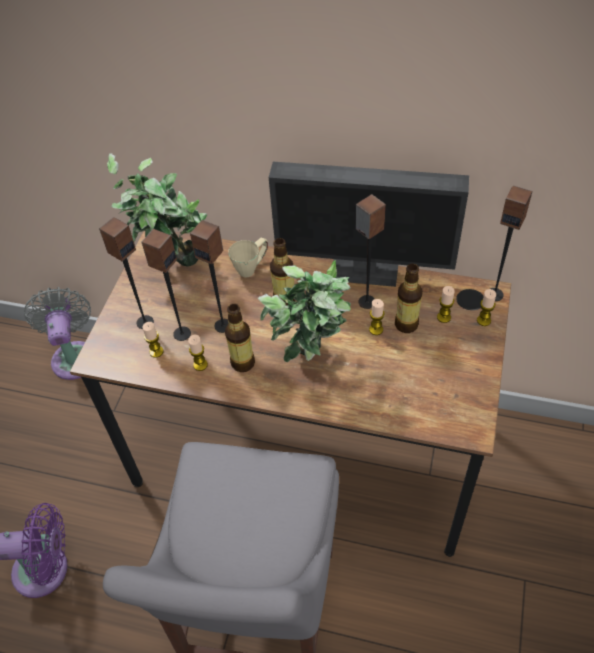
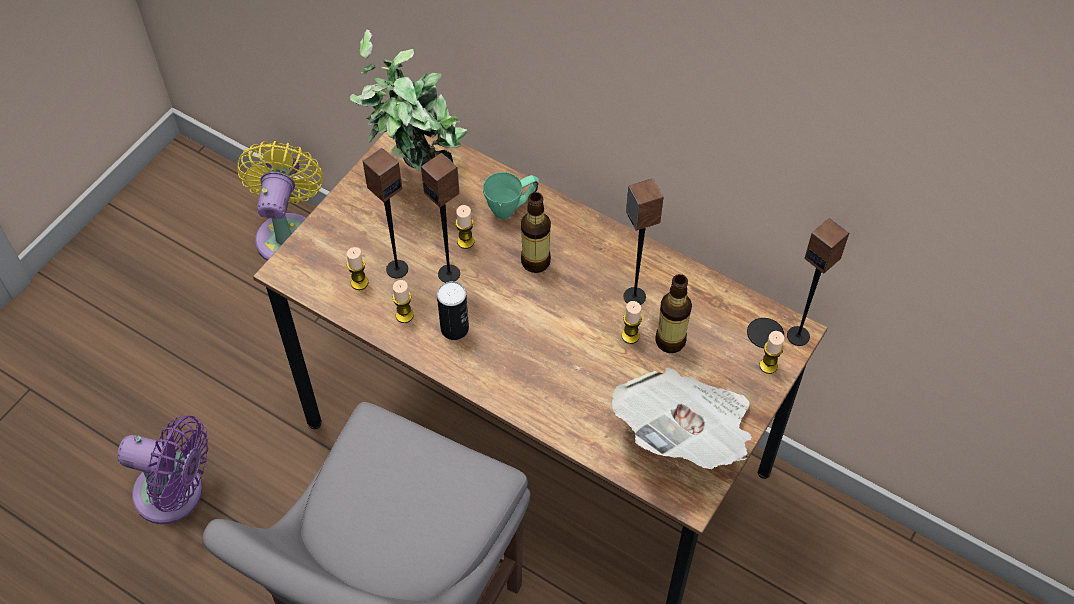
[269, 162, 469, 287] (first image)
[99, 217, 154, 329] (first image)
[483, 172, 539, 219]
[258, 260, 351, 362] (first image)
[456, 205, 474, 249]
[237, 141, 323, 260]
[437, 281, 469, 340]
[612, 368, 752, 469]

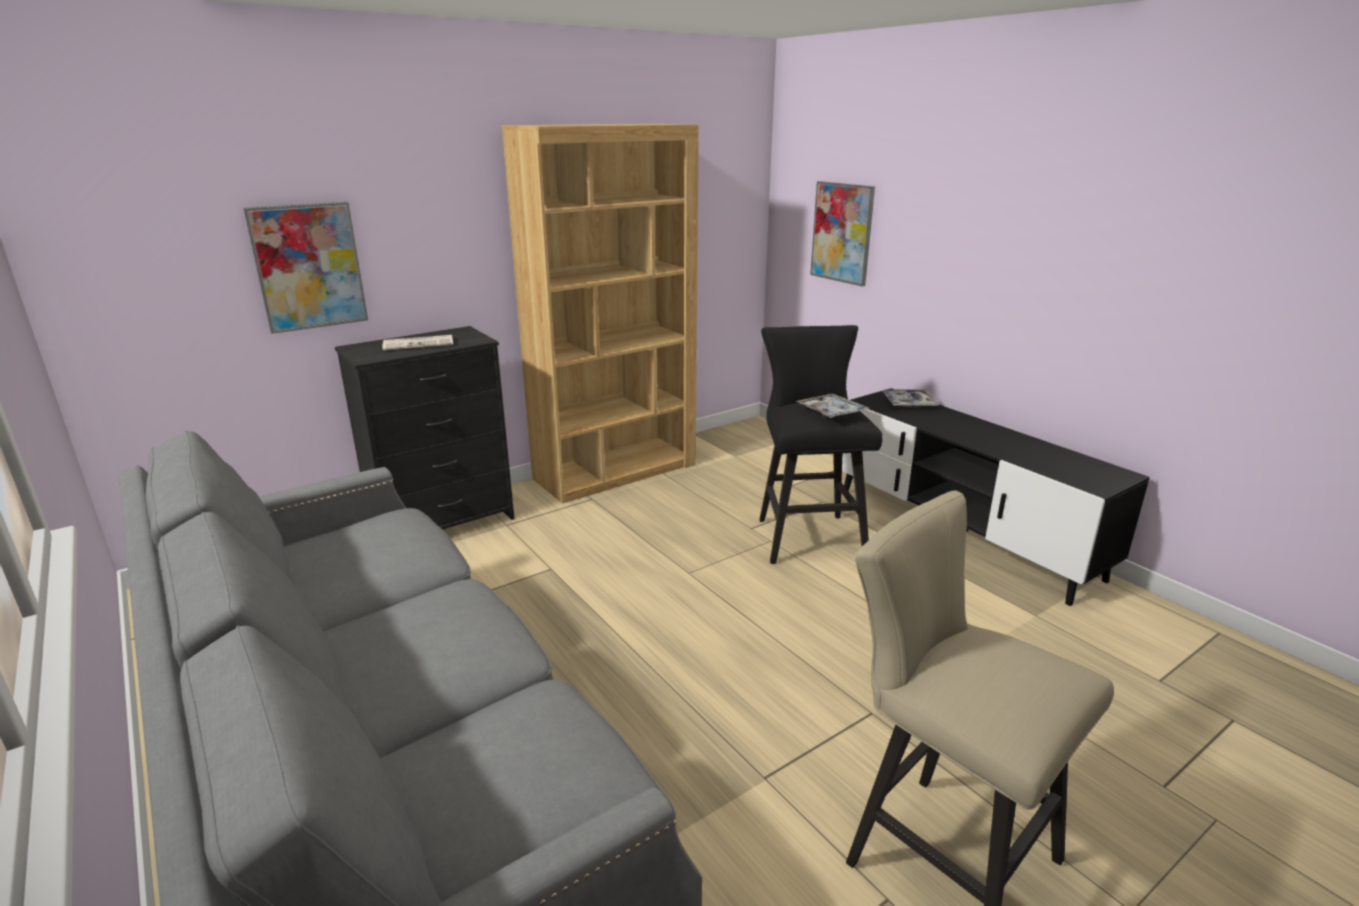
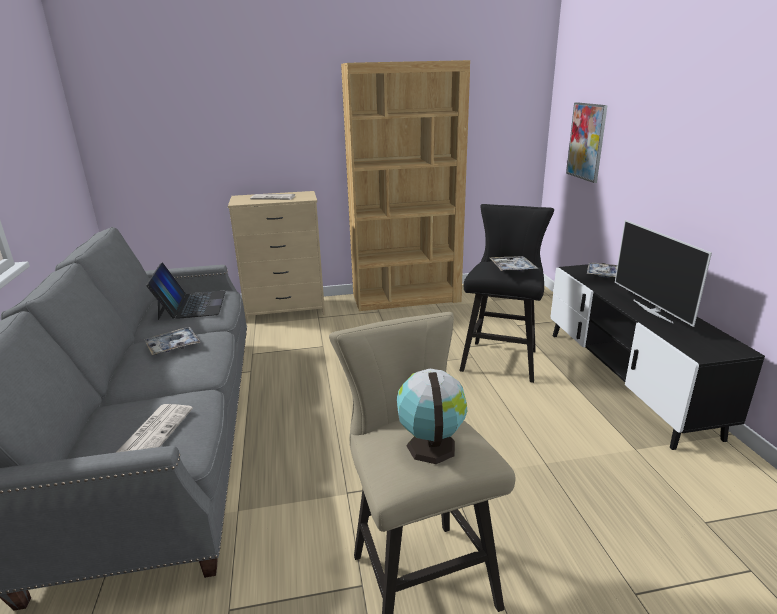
[244, 202, 368, 334] (first image)
[228, 191, 325, 323]
[615, 220, 712, 327]
[146, 263, 226, 320]
[144, 327, 200, 355]
[397, 369, 467, 464]
[116, 404, 193, 453]

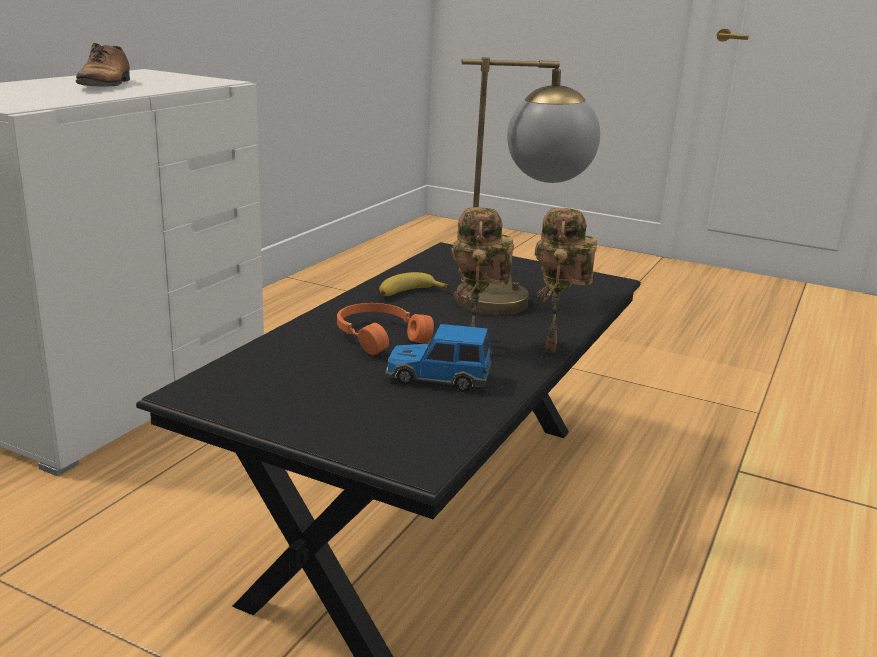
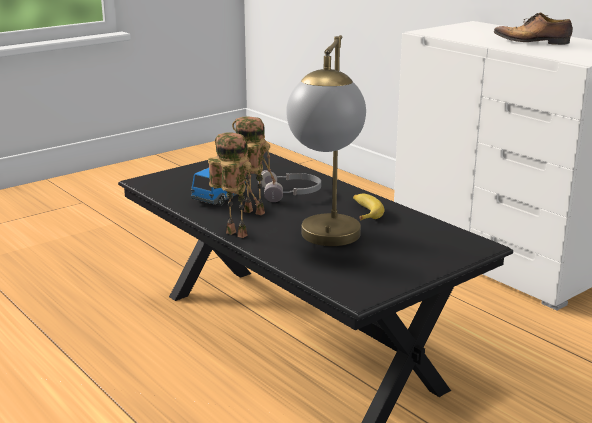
[258, 170, 321, 202]

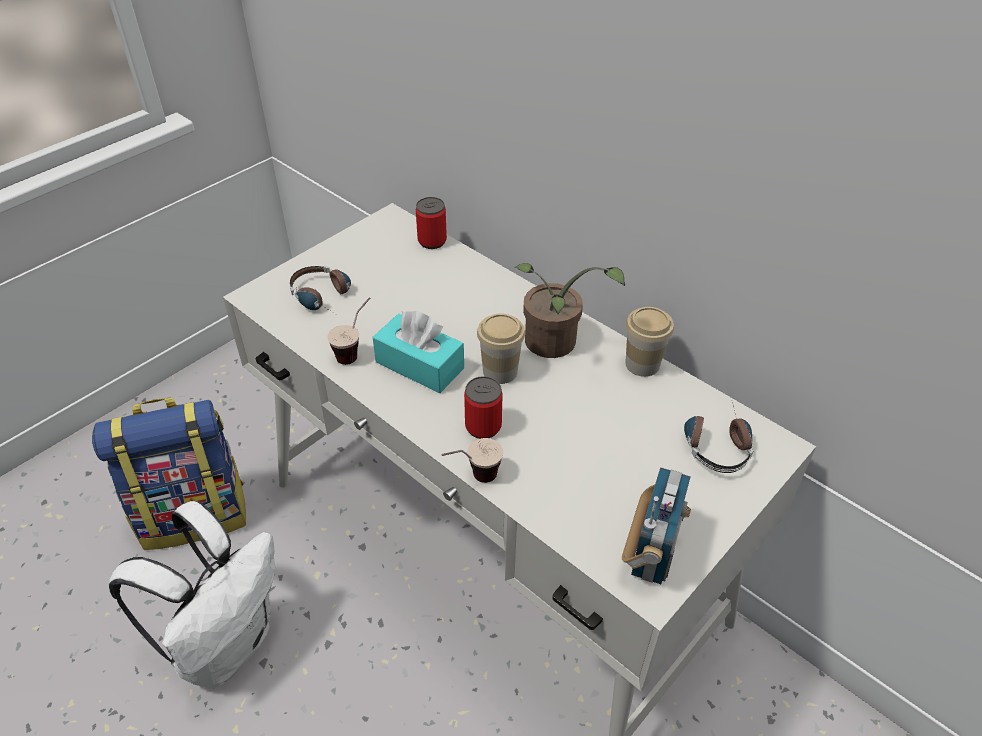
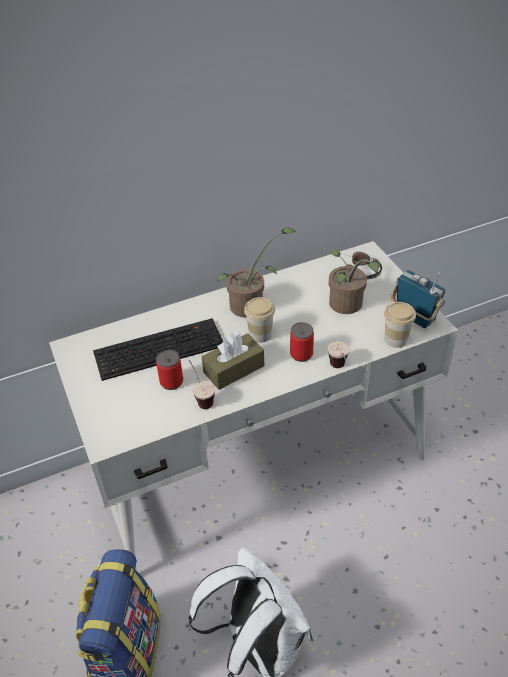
[156, 350, 183, 390]
[290, 266, 351, 316] (first image)
[384, 302, 416, 348]
[202, 333, 264, 390]
[329, 250, 379, 314]
[93, 318, 223, 381]

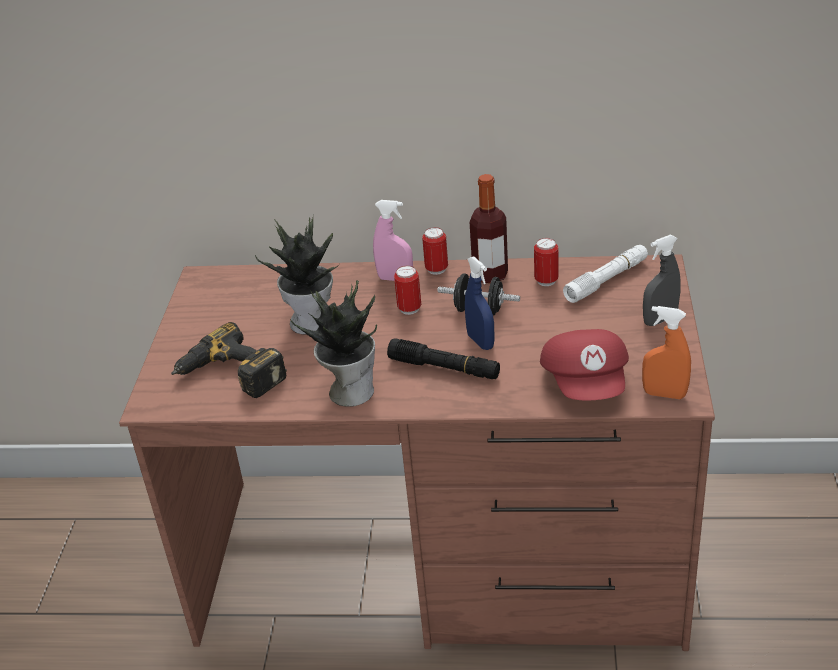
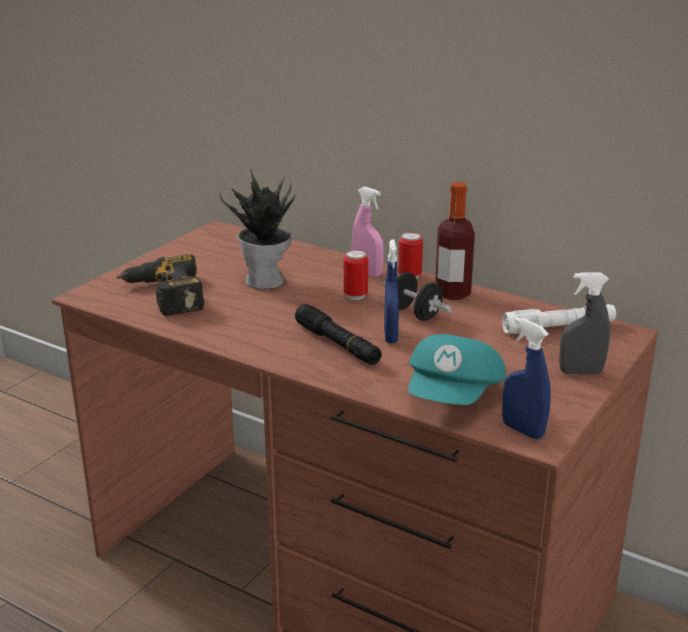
[534, 238, 559, 286] (first image)
[290, 280, 377, 407] (first image)
[502, 317, 551, 439]
[408, 334, 506, 405]

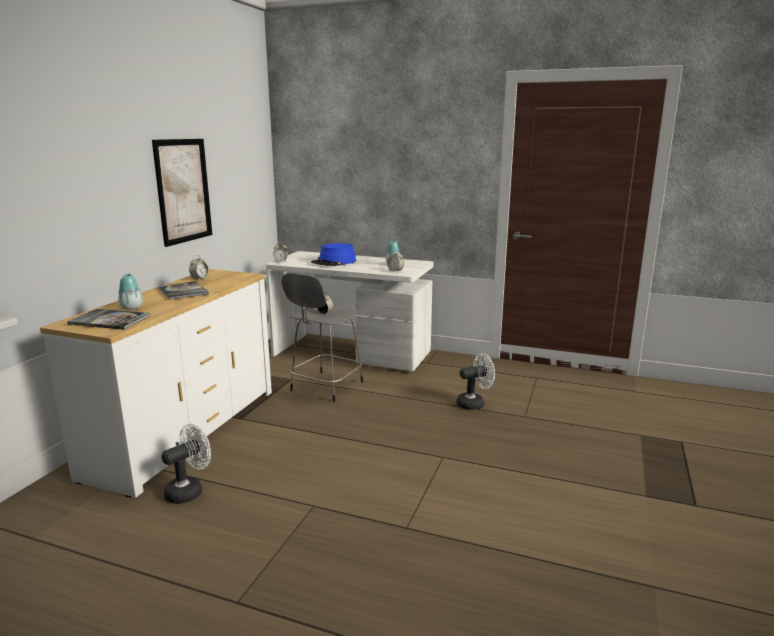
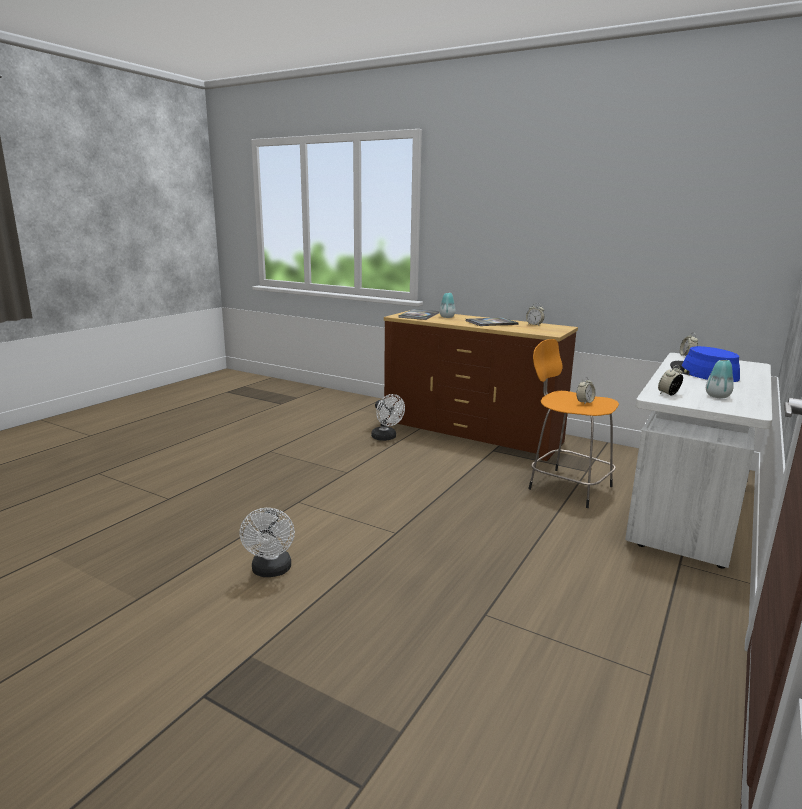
[152, 139, 212, 247] (first image)
[384, 310, 578, 461]
[528, 339, 619, 508]
[240, 508, 295, 577]

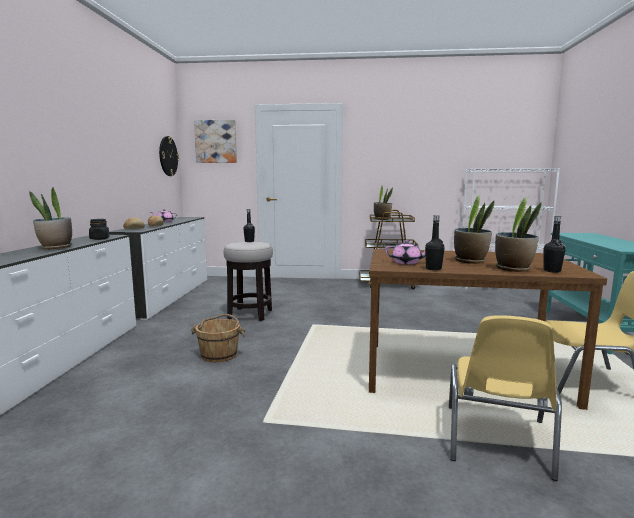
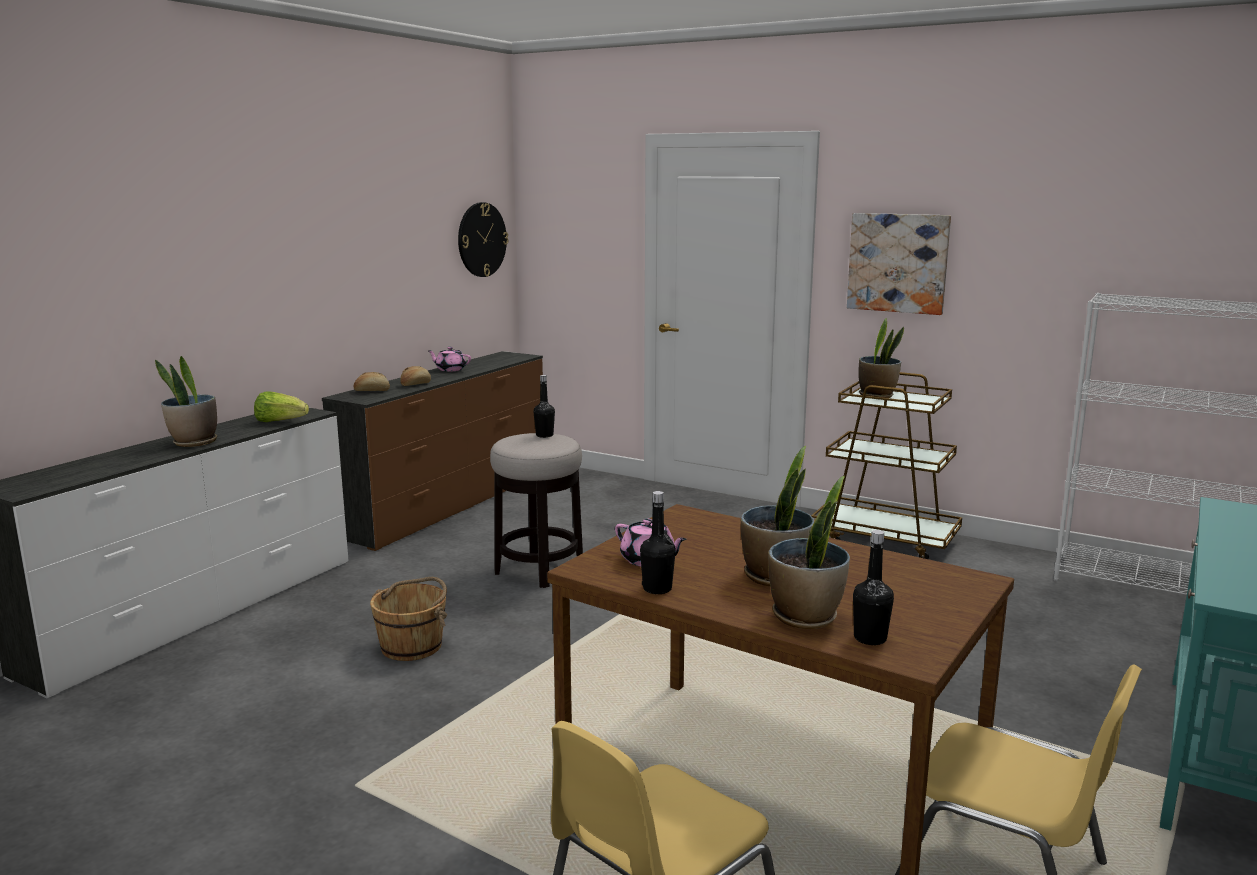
[847, 213, 951, 315]
[322, 351, 543, 551]
[254, 391, 309, 422]

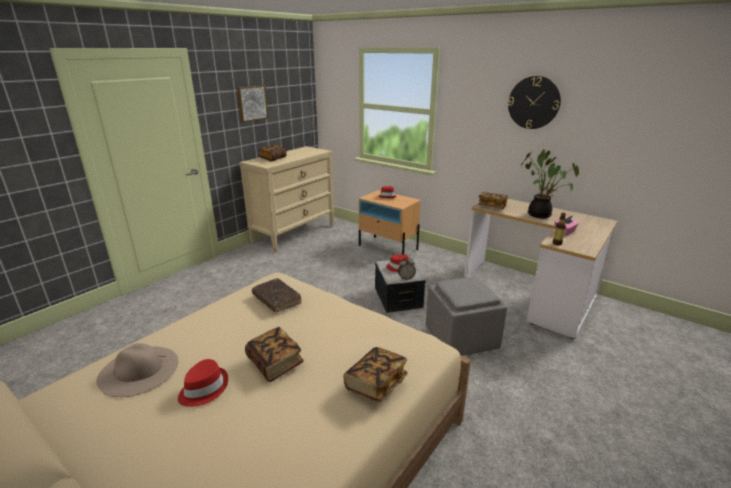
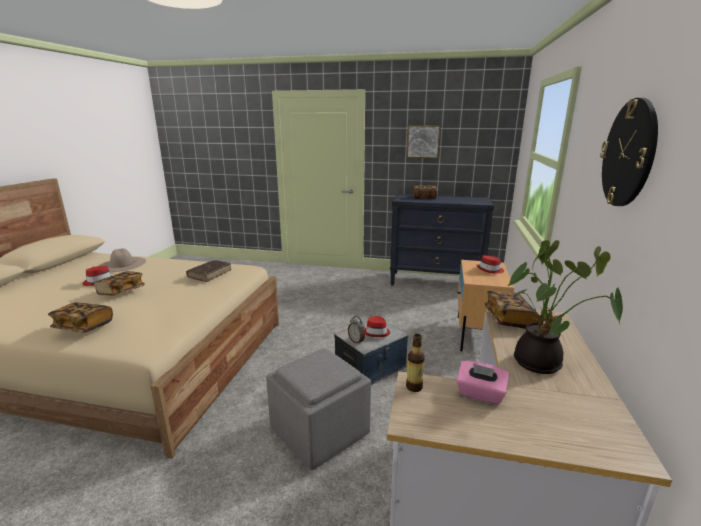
[390, 194, 494, 286]

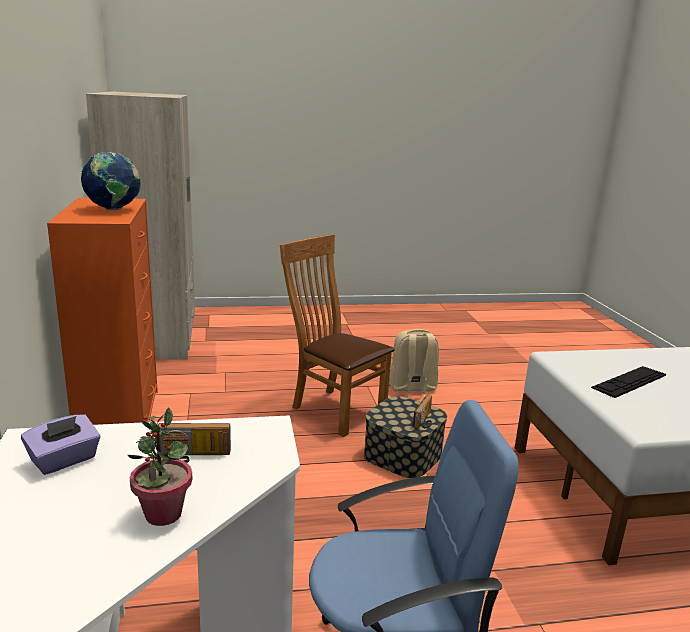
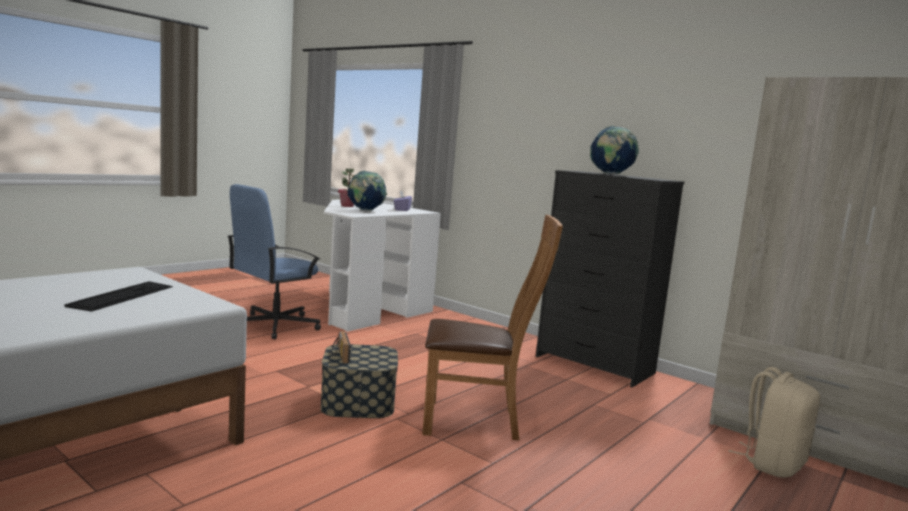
[536, 170, 684, 387]
[729, 367, 820, 477]
[347, 171, 387, 211]

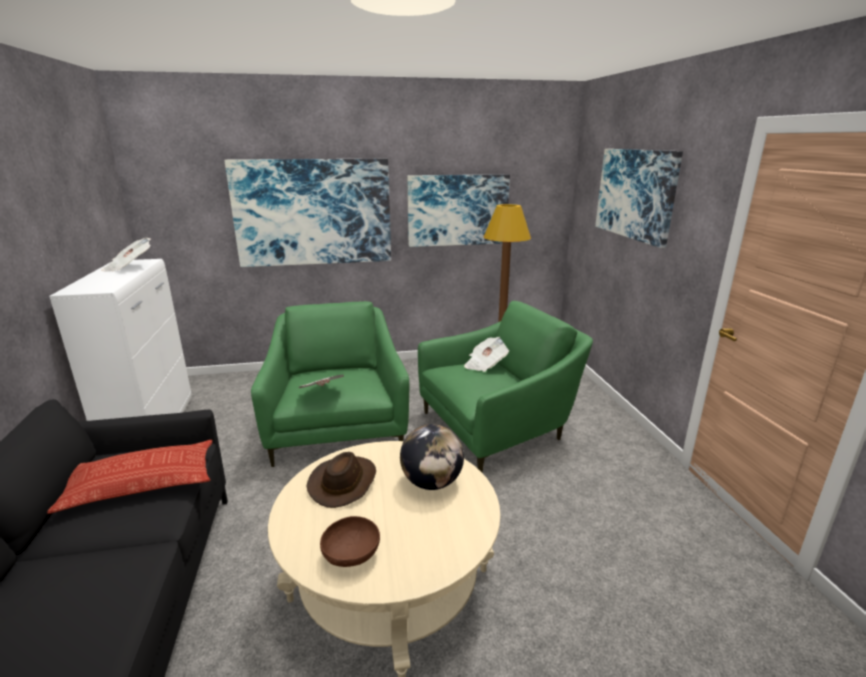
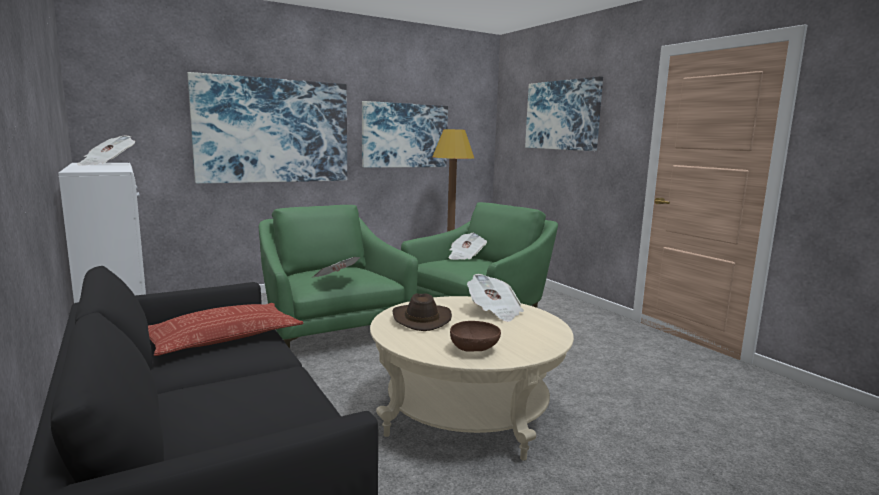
[467, 274, 524, 322]

